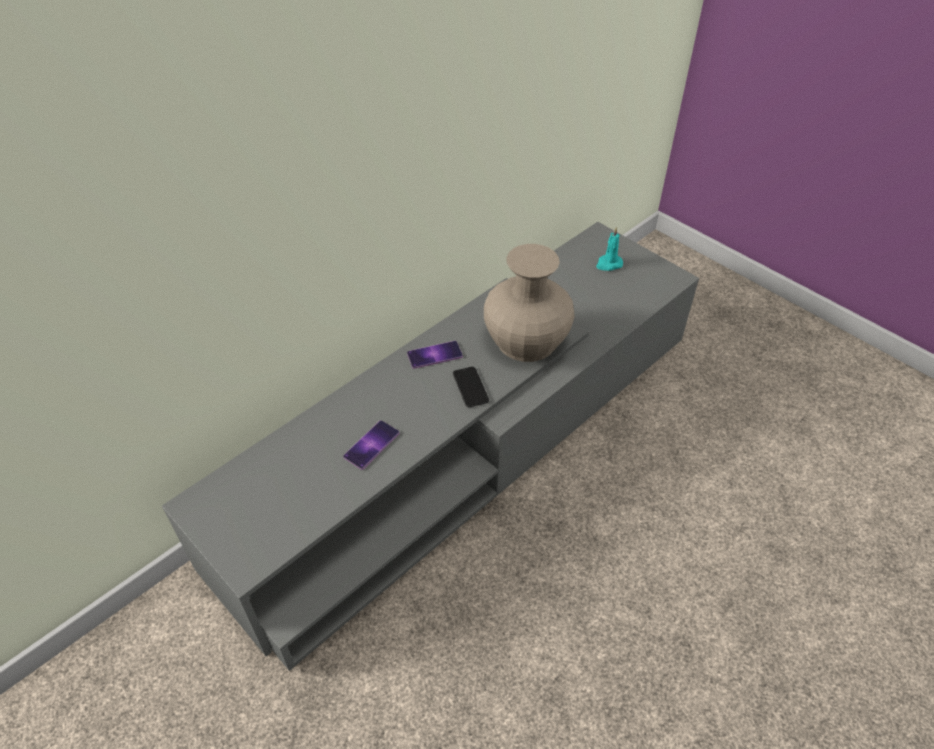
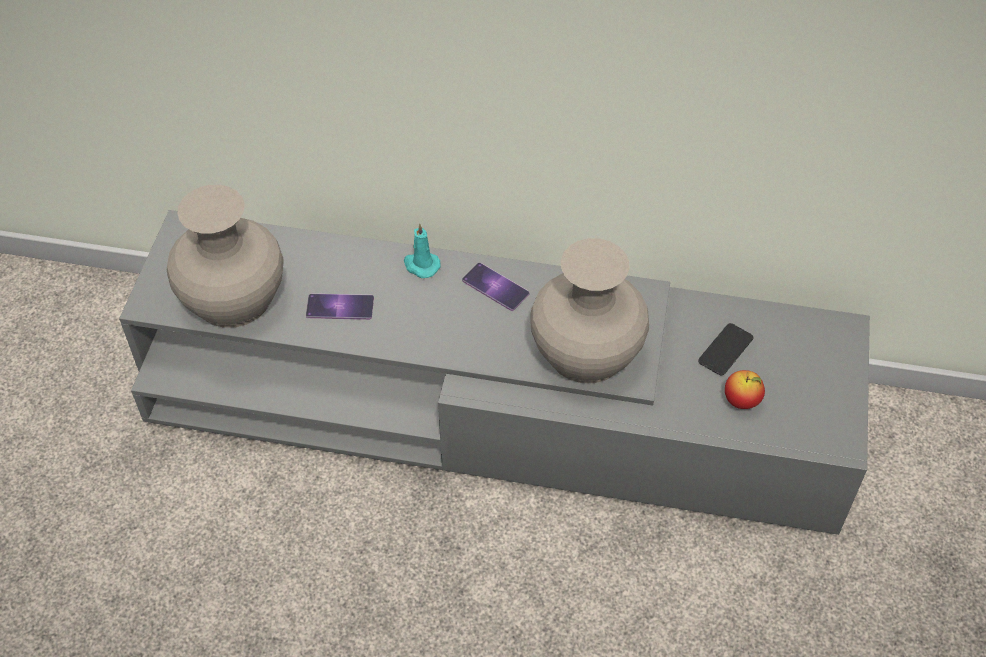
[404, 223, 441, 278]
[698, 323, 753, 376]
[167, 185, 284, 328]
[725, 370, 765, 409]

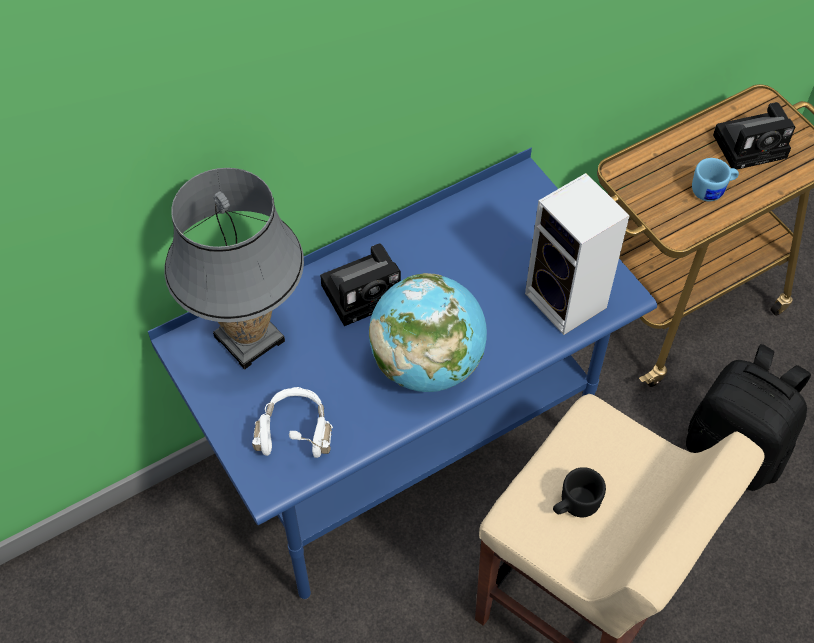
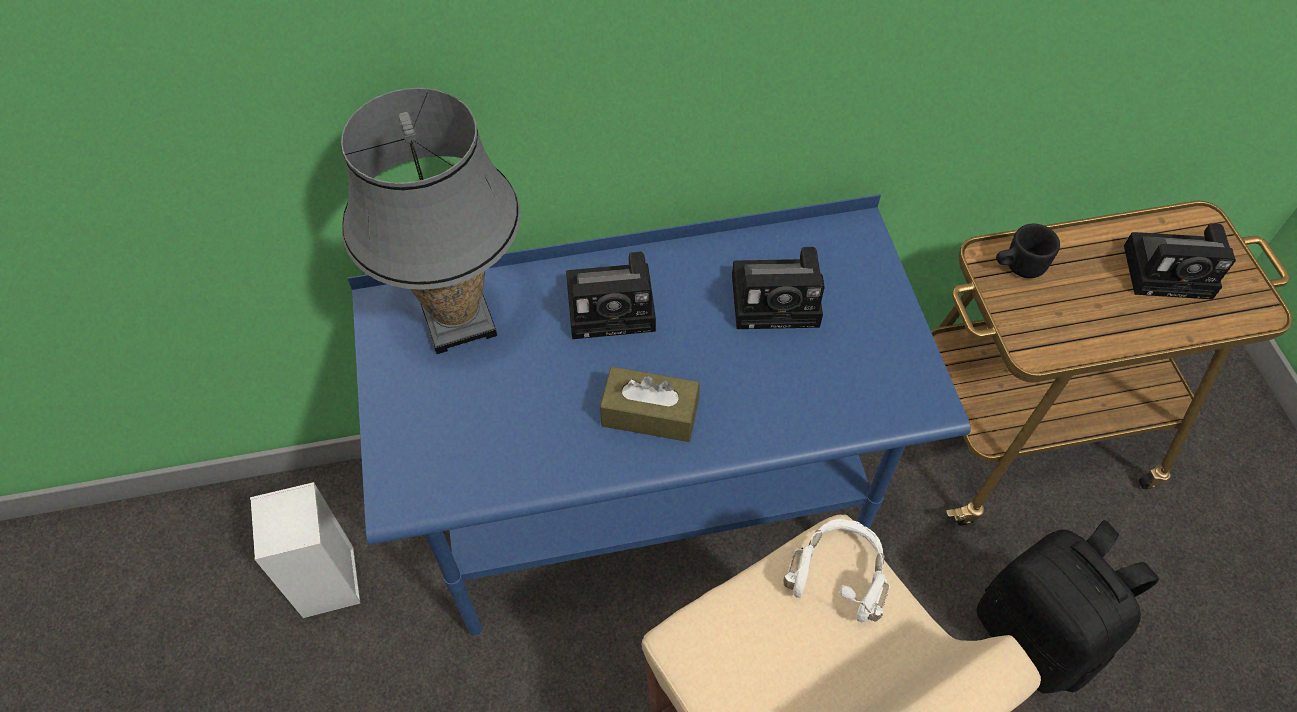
[692, 158, 739, 201] (first image)
[250, 482, 361, 618]
[600, 367, 700, 442]
[783, 519, 891, 622]
[996, 224, 1060, 278]
[732, 247, 825, 329]

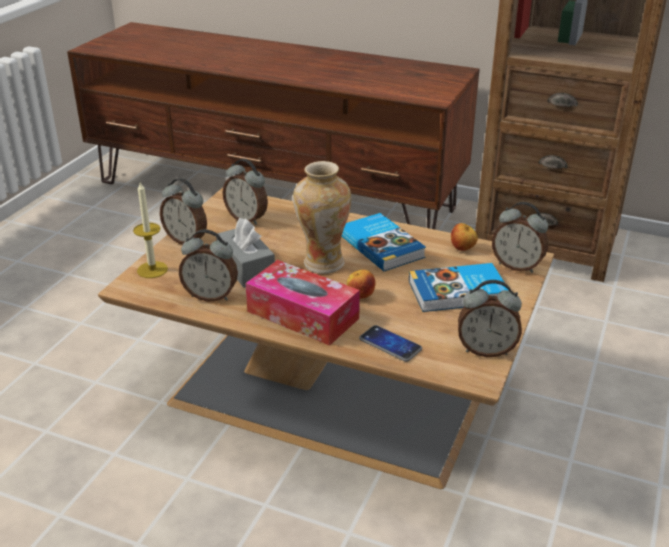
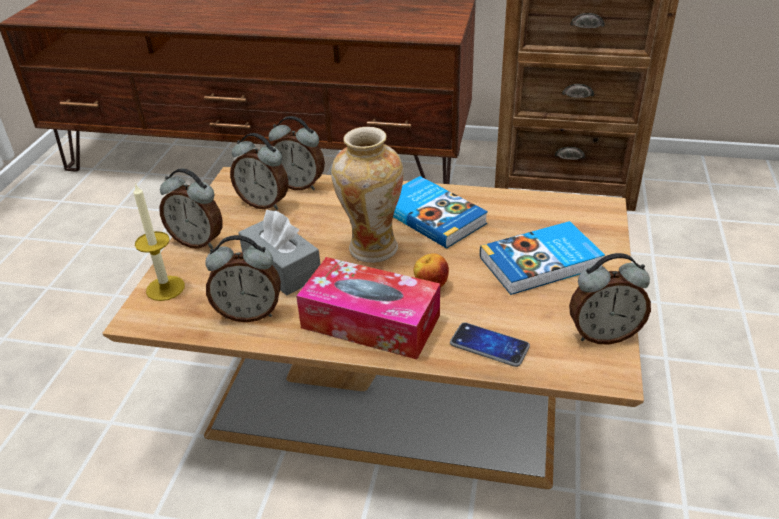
[269, 116, 325, 190]
[451, 223, 478, 251] (first image)

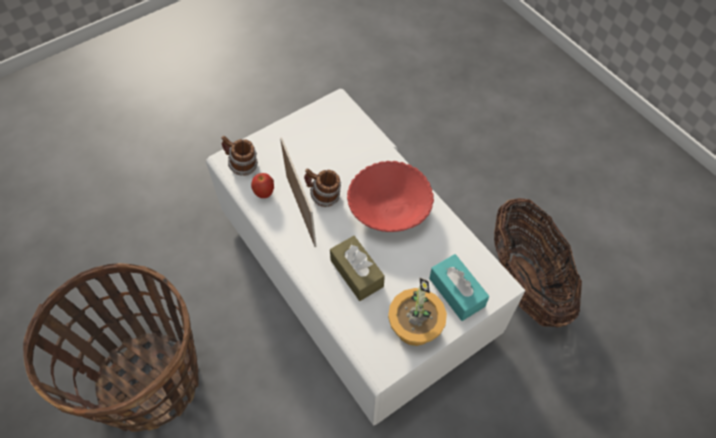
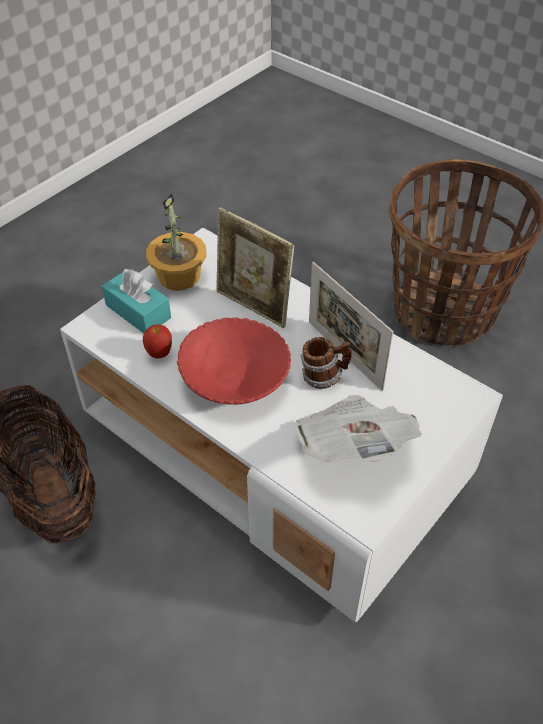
[221, 136, 258, 176] (first image)
[143, 324, 172, 359]
[216, 207, 294, 328]
[296, 395, 422, 463]

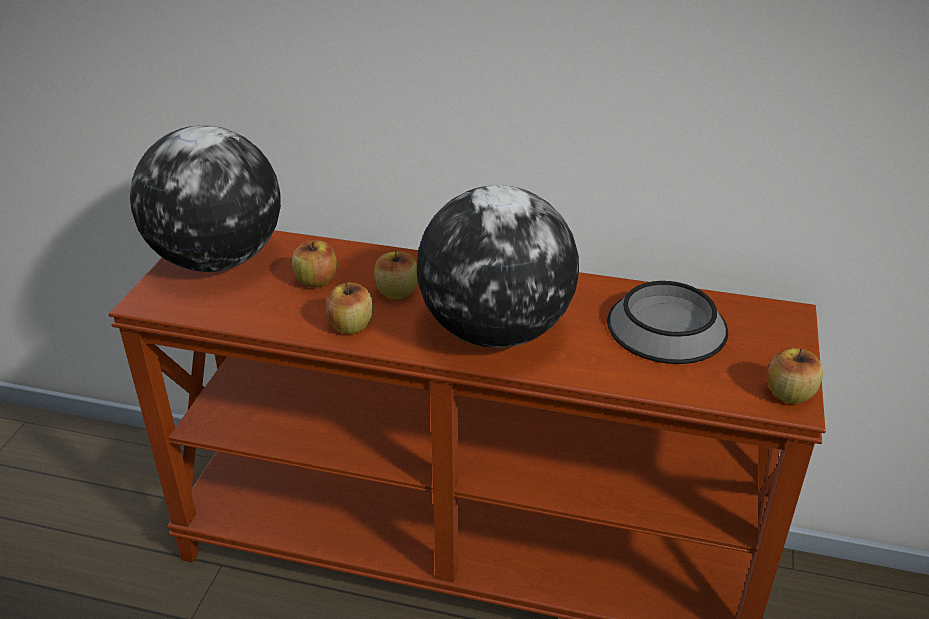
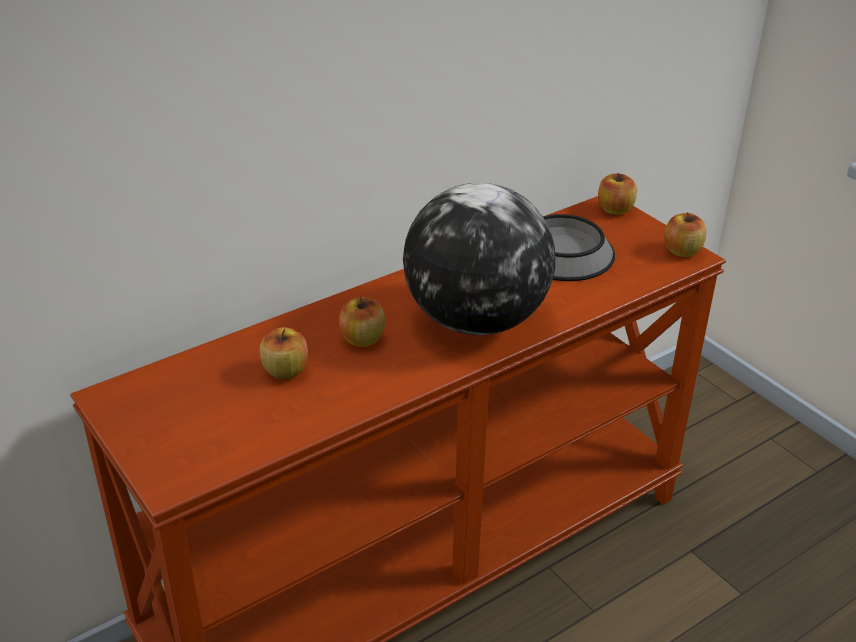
[130, 125, 281, 272] (first image)
[598, 173, 637, 215]

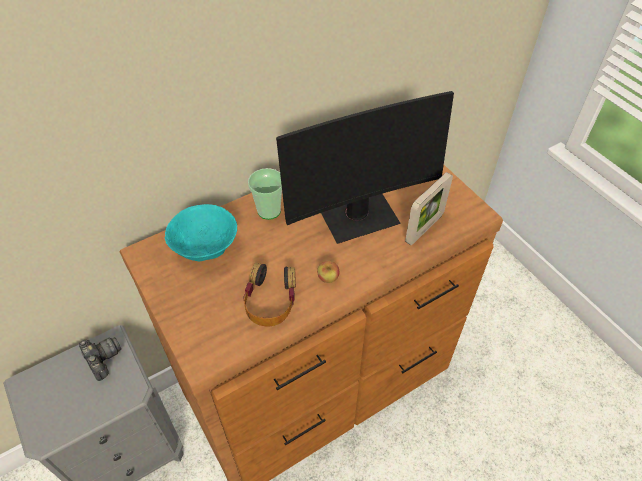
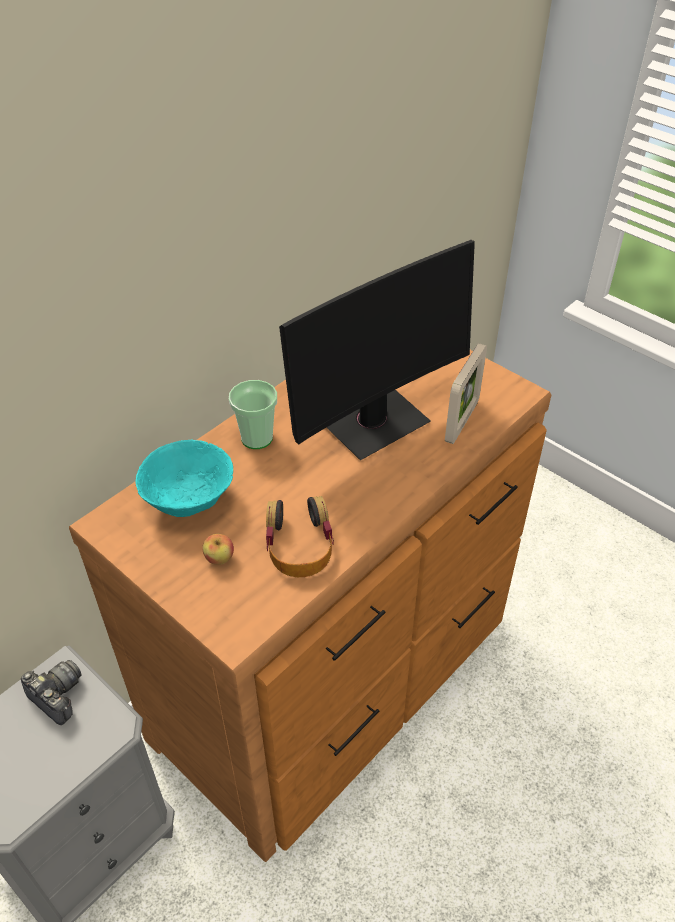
[202, 534, 234, 565]

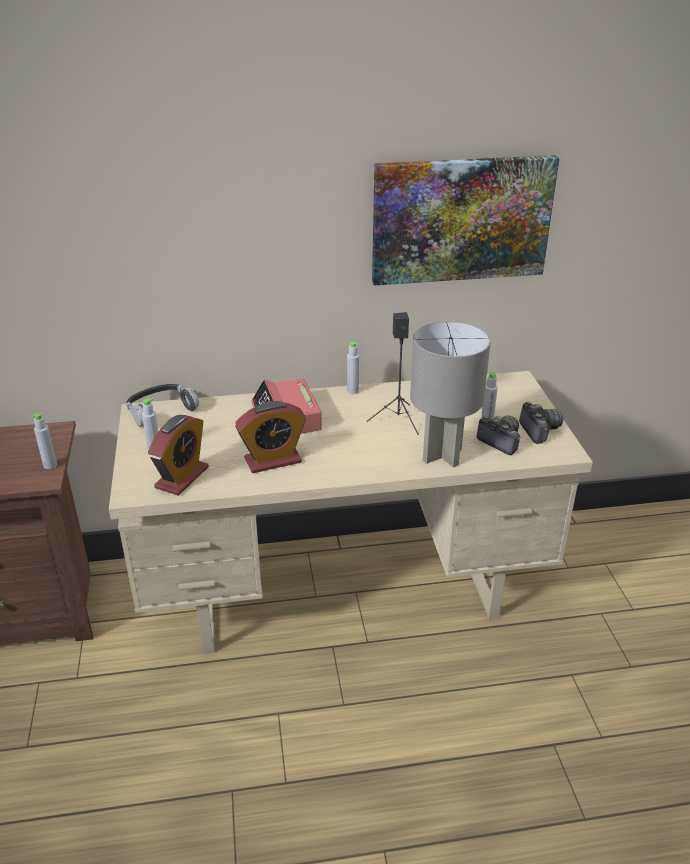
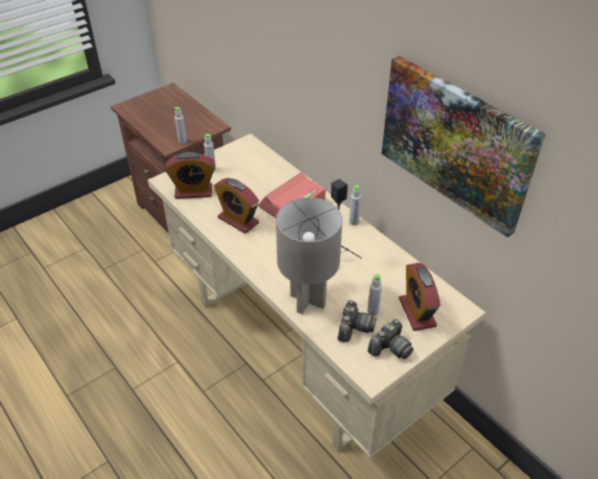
[126, 384, 199, 427] (first image)
[399, 263, 440, 331]

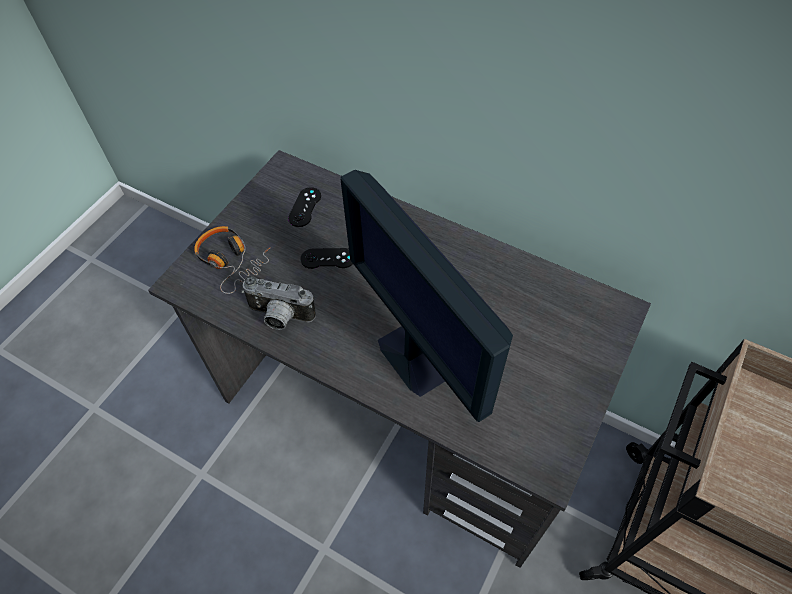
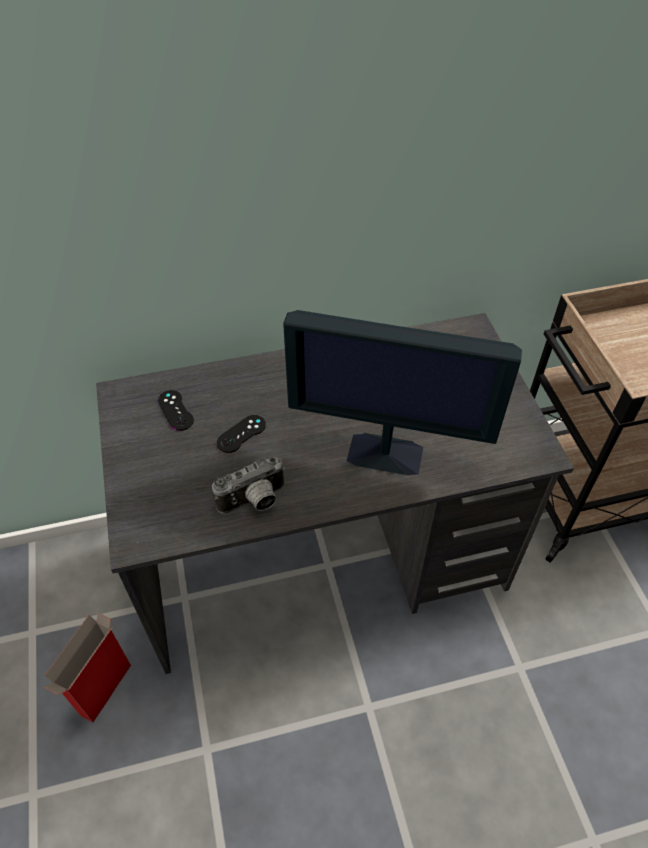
[194, 226, 271, 294] (first image)
[44, 612, 131, 722]

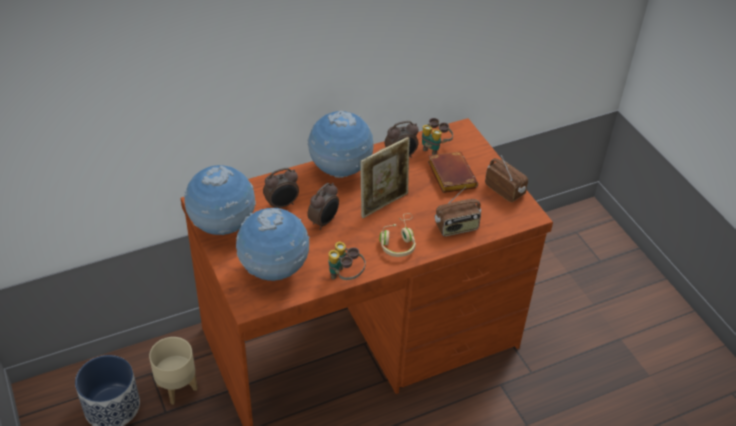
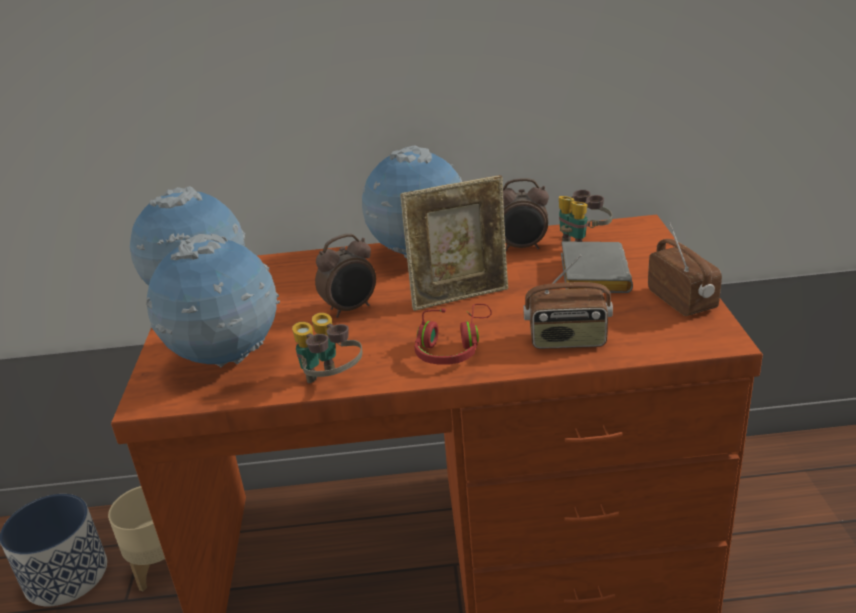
[561, 241, 633, 293]
[263, 168, 299, 208] (first image)
[414, 304, 492, 365]

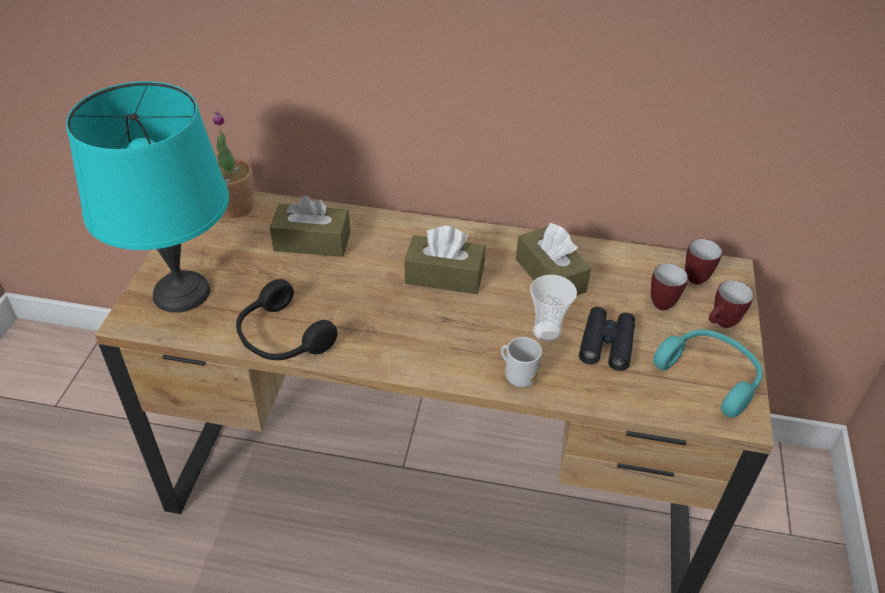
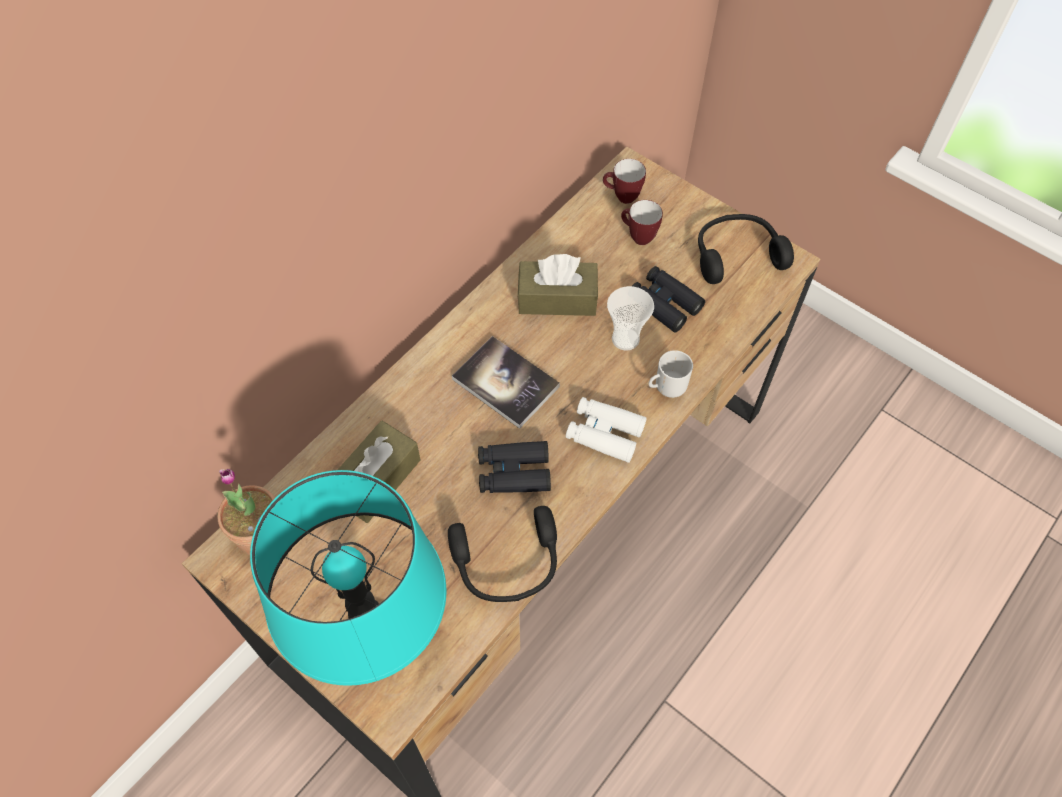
[452, 336, 560, 429]
[709, 280, 754, 328] (first image)
[698, 214, 794, 284]
[566, 397, 647, 463]
[478, 441, 551, 493]

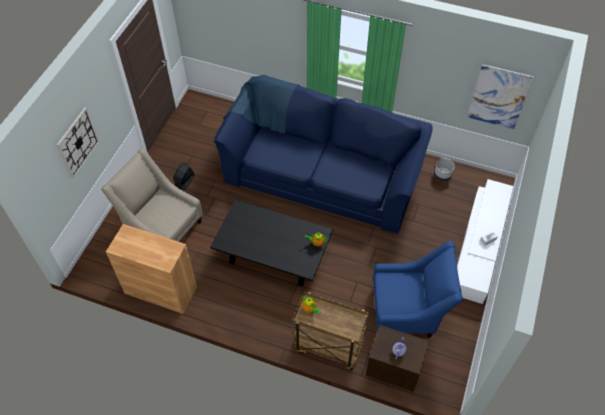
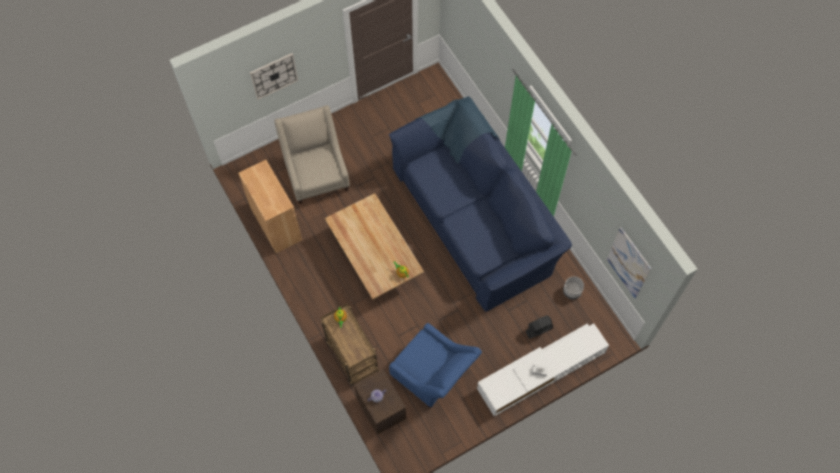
[525, 315, 553, 339]
[325, 193, 424, 300]

